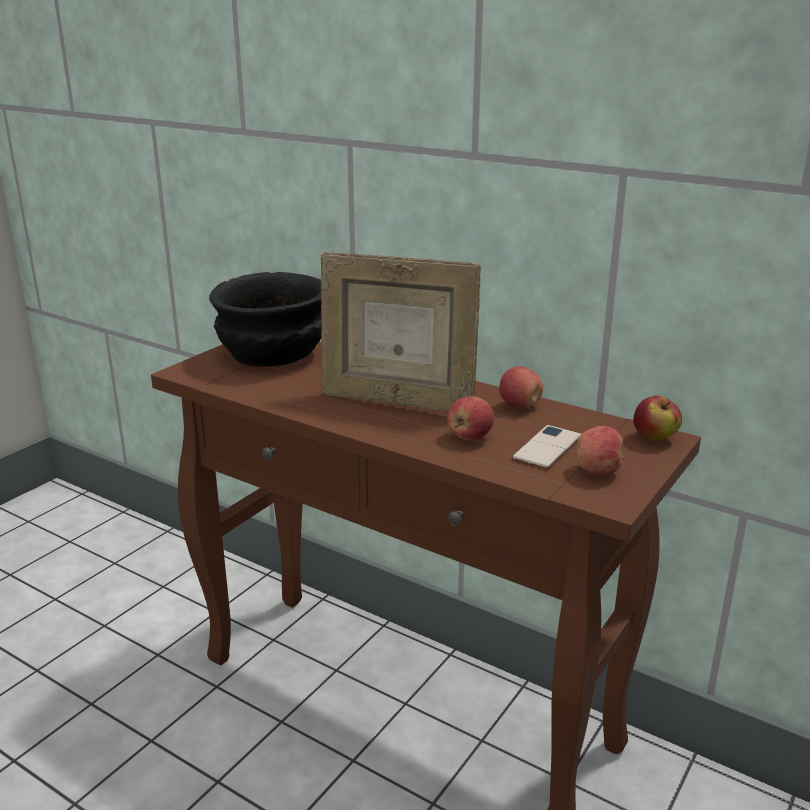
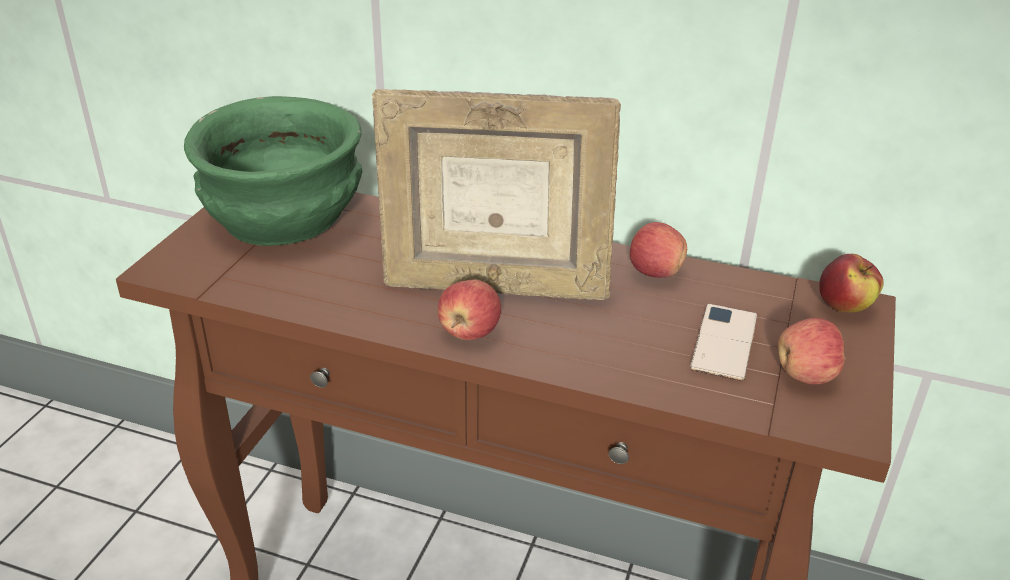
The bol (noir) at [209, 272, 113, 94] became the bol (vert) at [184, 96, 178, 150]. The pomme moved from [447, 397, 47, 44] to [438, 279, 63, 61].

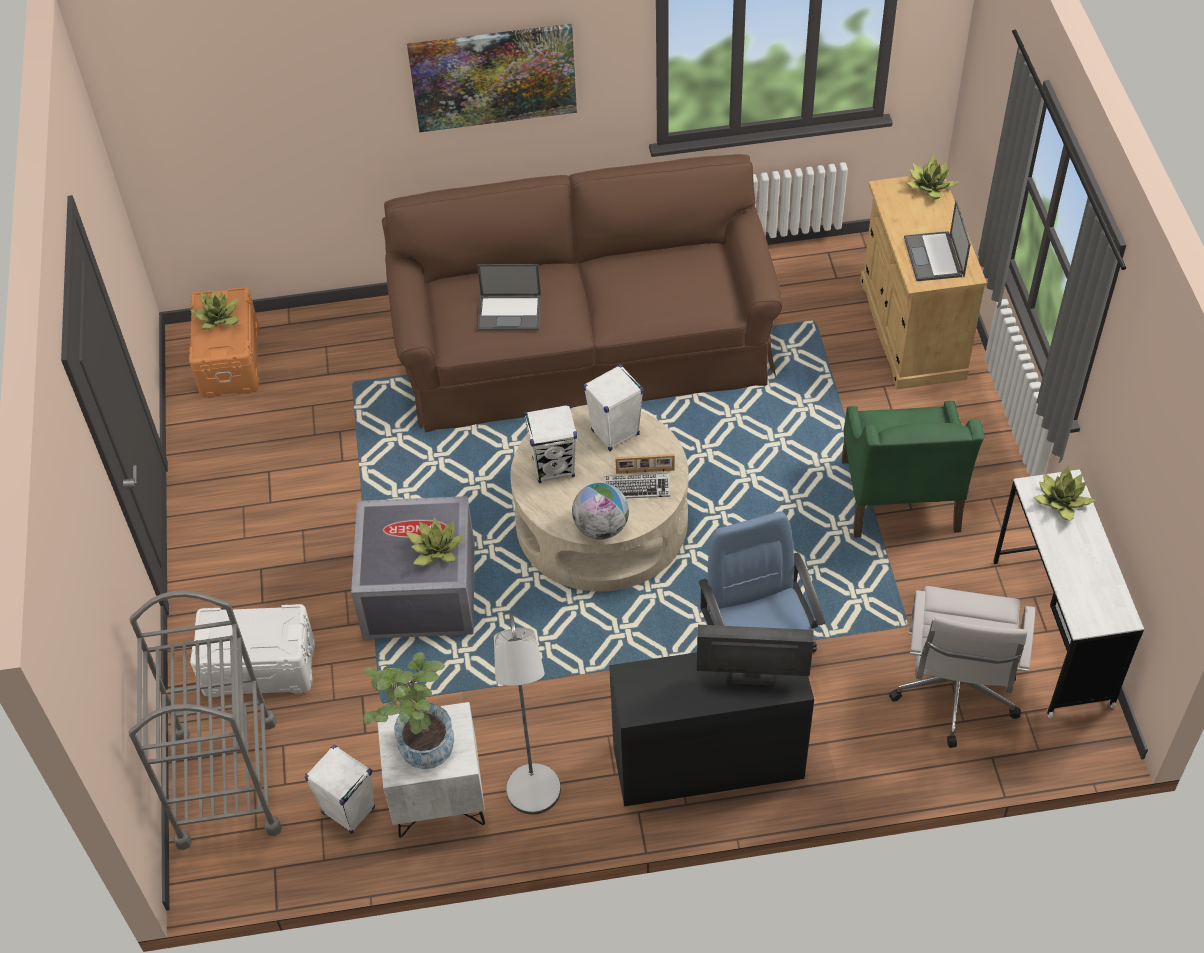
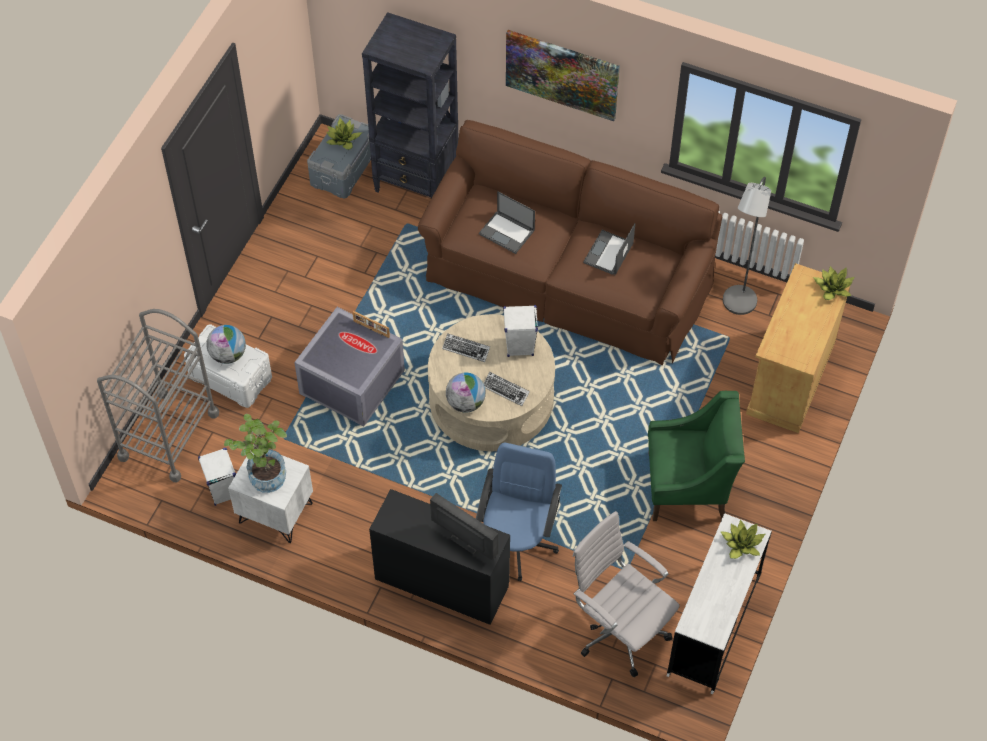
The globe at [206, 325, 40, 39] appeared. The boîte de rangement (orange) at [189, 287, 71, 111] became the boîte de rangement (gris) at [307, 114, 64, 84]. The cadre photo moved from [615, 454, 60, 20] to [353, 311, 37, 27]. The bibliothèque (noir) at [362, 12, 97, 186] appeared. The enceinte (blanc) at [524, 404, 53, 79] was replaced by the clavier at [442, 333, 48, 29]. The chaise de bureau (blanc) at [889, 586, 146, 162] turned 90 degrees clockwise. The ordinateur portable moved from [904, 200, 67, 81] to [583, 223, 52, 53]. The fauteuil (vert) at [841, 401, 144, 137] turned 120 degrees counterclockwise. The lampadaire (gris) moved from [494, 614, 67, 201] to [723, 177, 48, 138]. The plante en pot at [406, 517, 59, 49] disappeared.

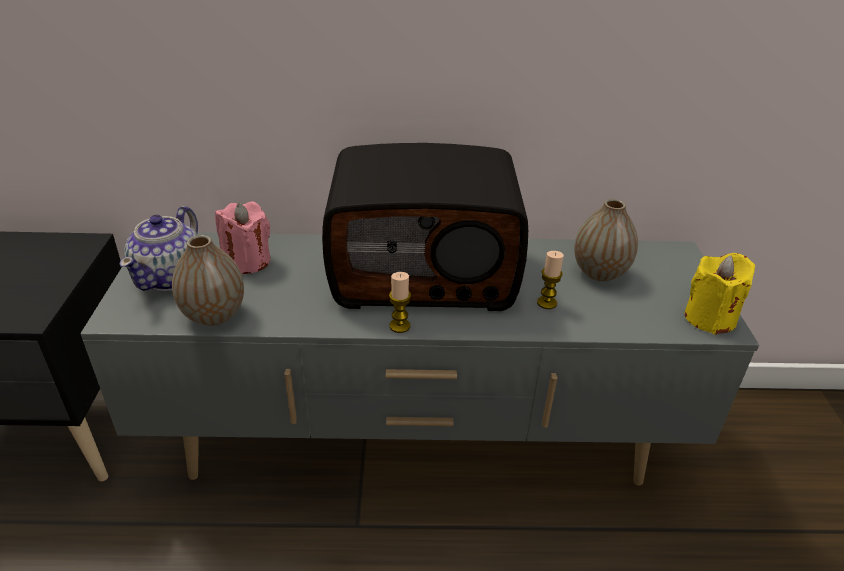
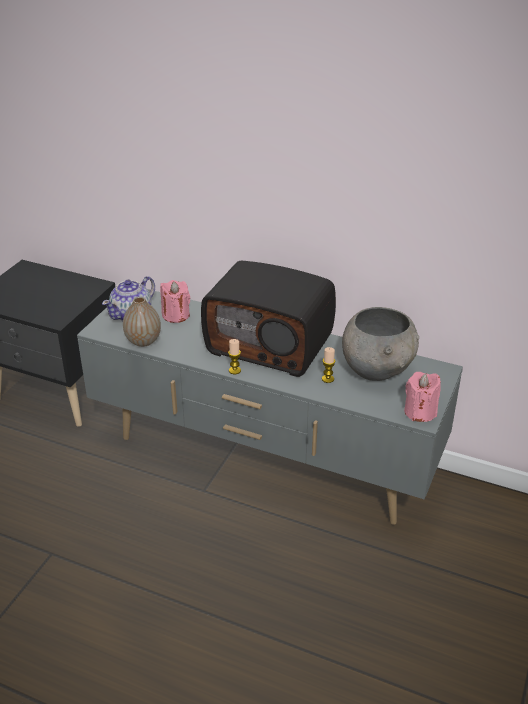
The vase at [574, 199, 64, 82] was replaced by the bol (gris) at [342, 307, 77, 74]. The bougie (jaune) at [685, 253, 70, 82] became the bougie (rose) at [404, 372, 37, 50].

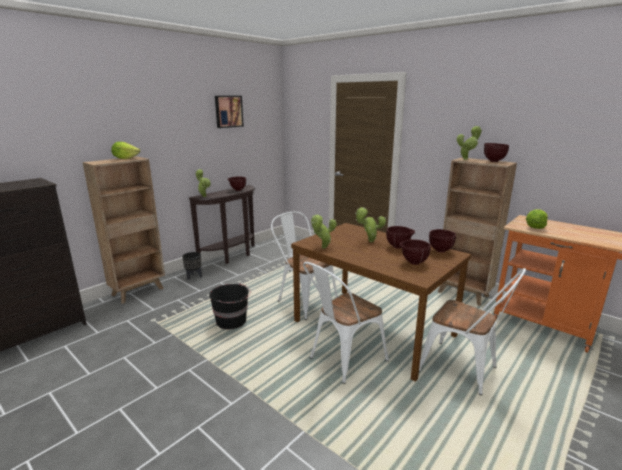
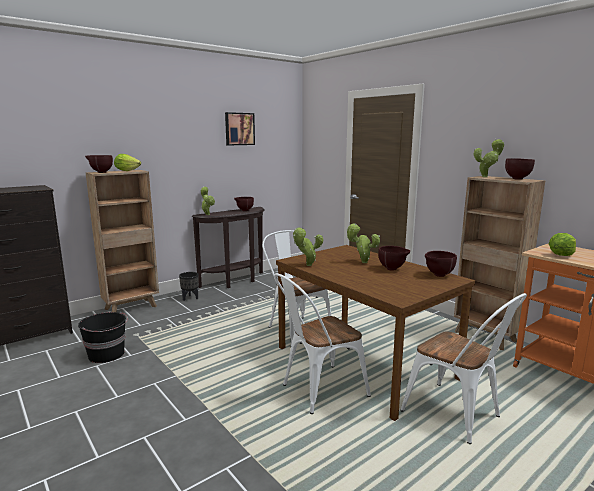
The seau (noir) moved from [209, 283, 42, 46] to [78, 312, 50, 51]. The bol (marron) moved from [400, 239, 31, 26] to [85, 155, 28, 18].

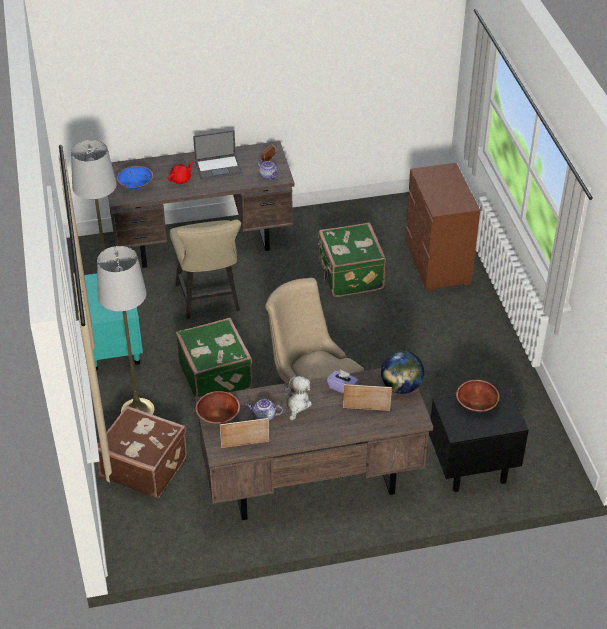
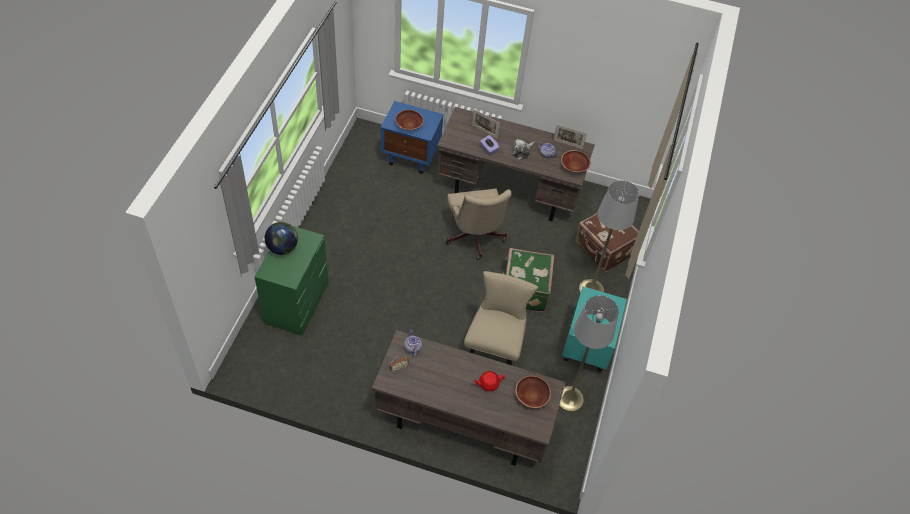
The commode (marron) at [405, 163, 75, 128] became the commode (vert) at [255, 226, 74, 110]. The globe moved from [381, 351, 43, 43] to [265, 222, 33, 33]. The table de chevet (noir) at [429, 386, 100, 106] became the table de chevet (bleu) at [381, 101, 63, 73]. The bol (bleu) at [117, 166, 36, 24] became the bol (marron) at [515, 375, 36, 33]. The ordinateur portable at [193, 130, 49, 50] disappeared. The valise (vert) at [318, 222, 68, 75] disappeared.

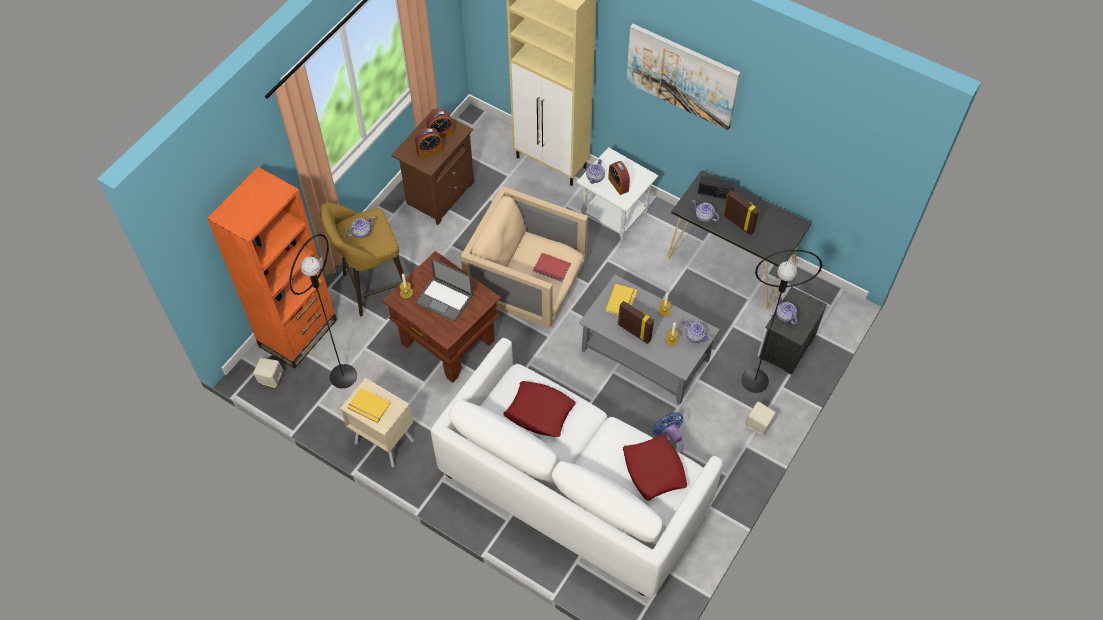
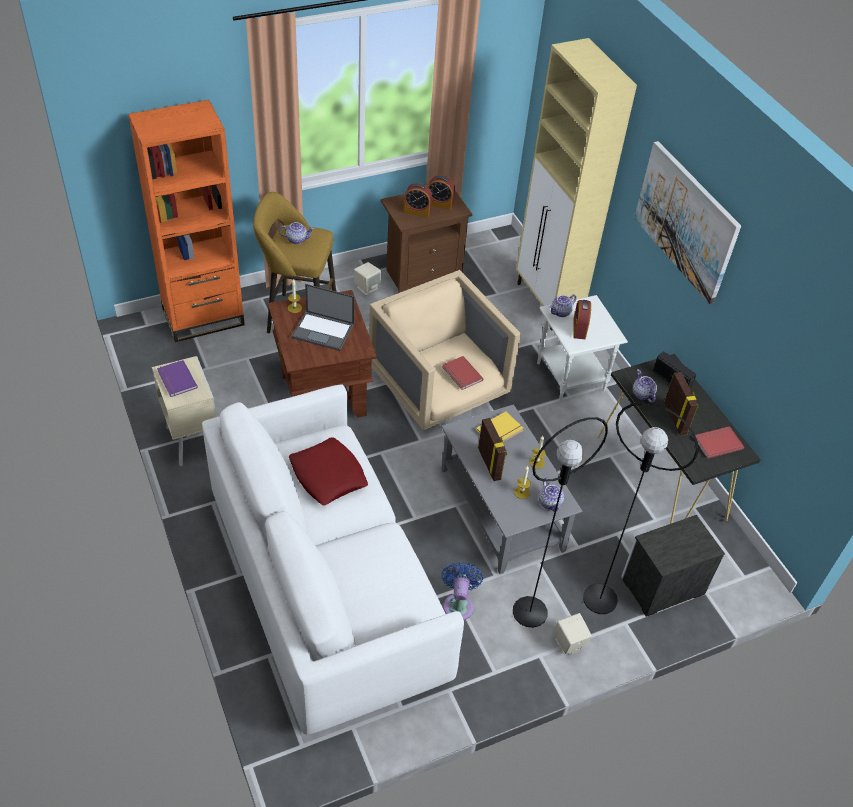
The livre (jaune) at [348, 388, 43, 35] became the livre (violet) at [157, 360, 41, 37]. The ordinateur portable at [415, 258, 58, 64] turned 45 degrees counterclockwise. The enceinte (beige) moved from [253, 358, 30, 30] to [354, 262, 27, 33]. The lampadaire (noir) moved from [290, 234, 67, 154] to [513, 417, 95, 211]. The livre (rouge) at [695, 426, 49, 33] appeared. The coussin (rouge) at [623, 434, 64, 67] disappeared. The théière at [777, 296, 20, 29] disappeared.

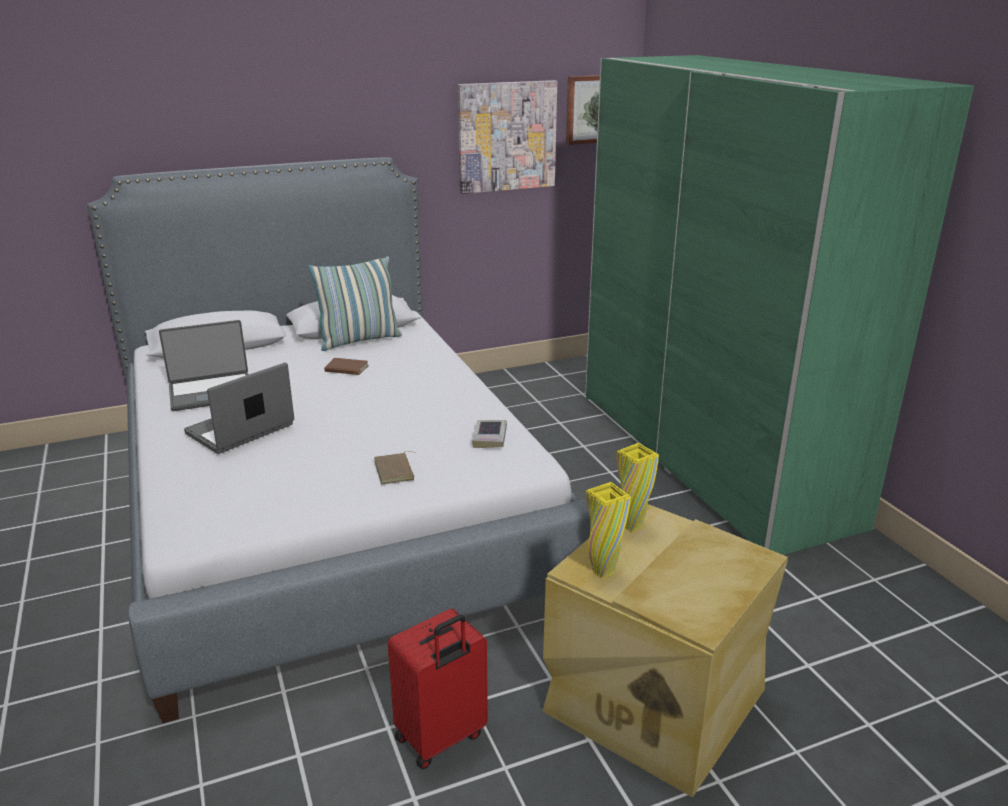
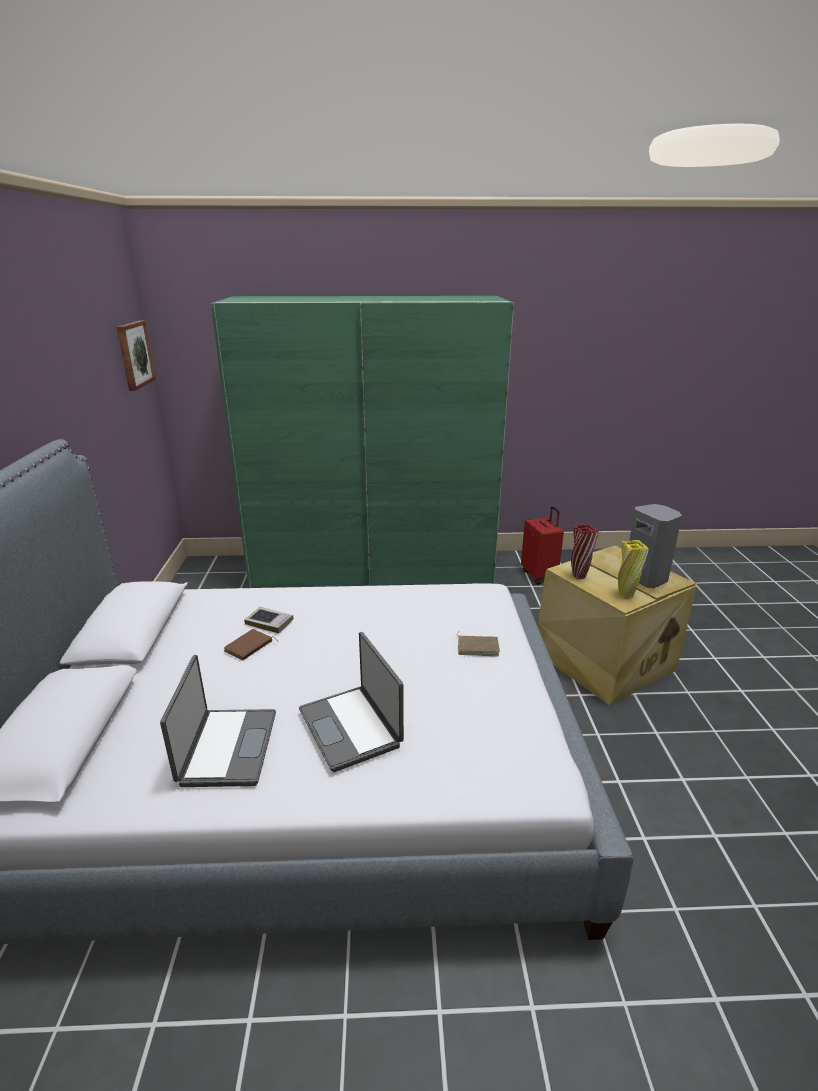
The livre moved from [472, 420, 35, 28] to [244, 607, 50, 26]. The valise (rouge) moved from [388, 609, 100, 160] to [521, 506, 43, 79]. The vase (jaune) at [616, 443, 43, 90] became the vase (rouge) at [571, 524, 28, 55]. The enceinte (gris) at [629, 504, 53, 84] appeared. The coussin at [308, 256, 94, 95] disappeared. The tableau at [458, 80, 99, 114] disappeared.

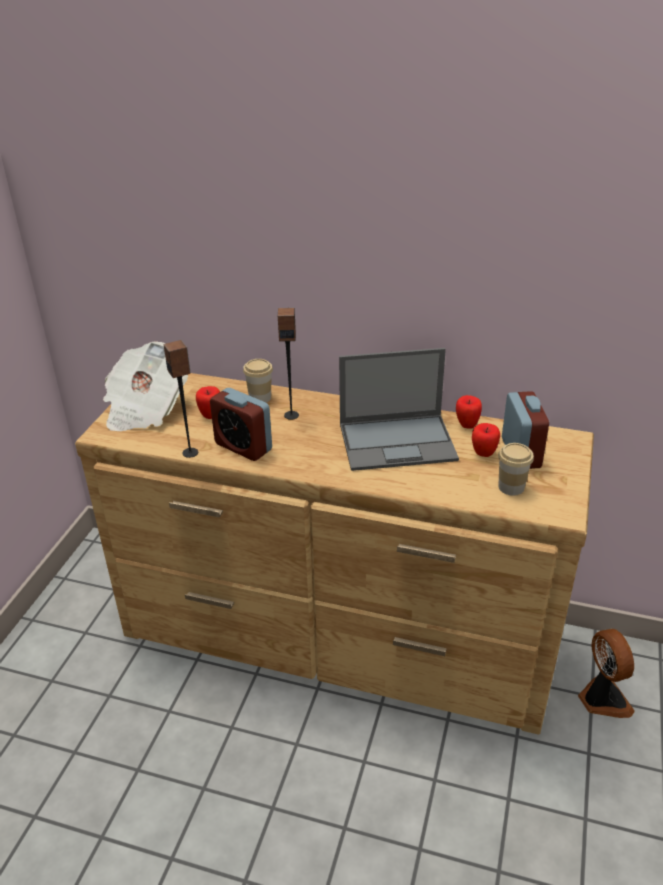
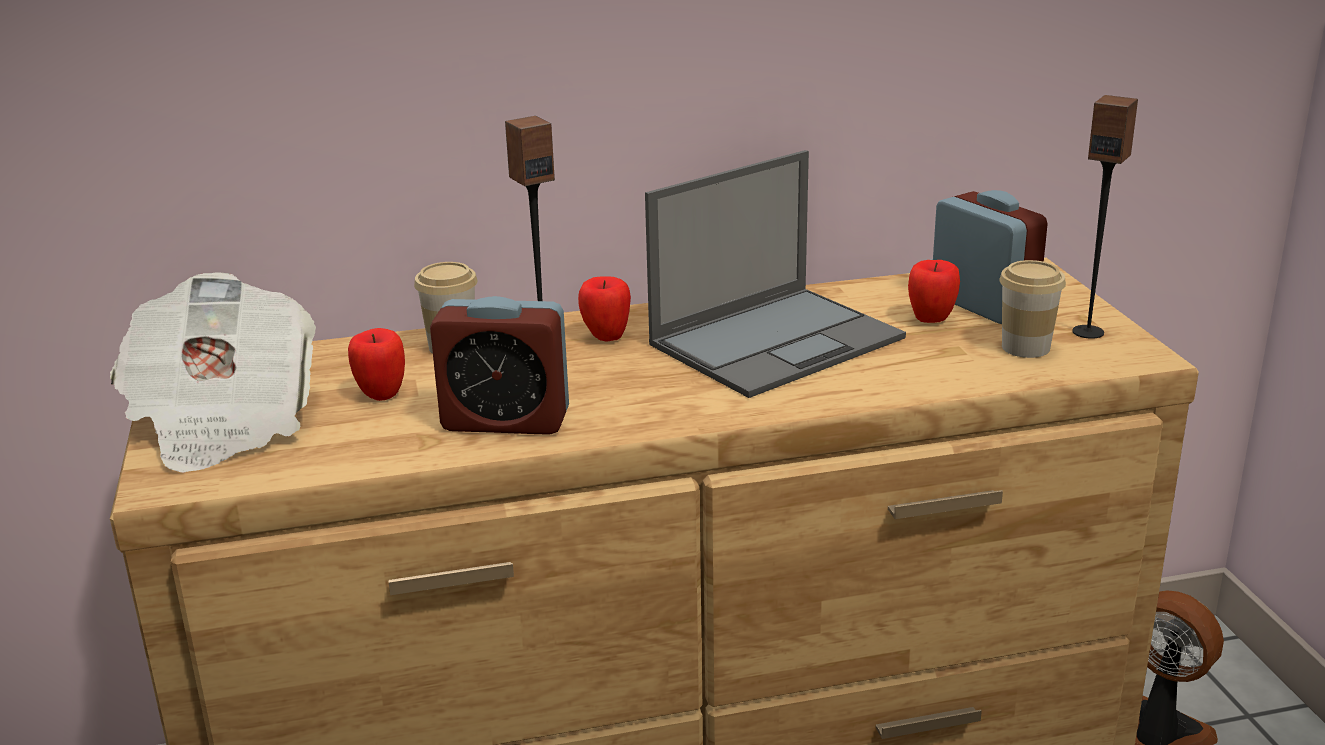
The pomme moved from [456, 395, 26, 34] to [578, 276, 53, 66]. The enceinte moved from [164, 340, 34, 118] to [1072, 95, 66, 244].

